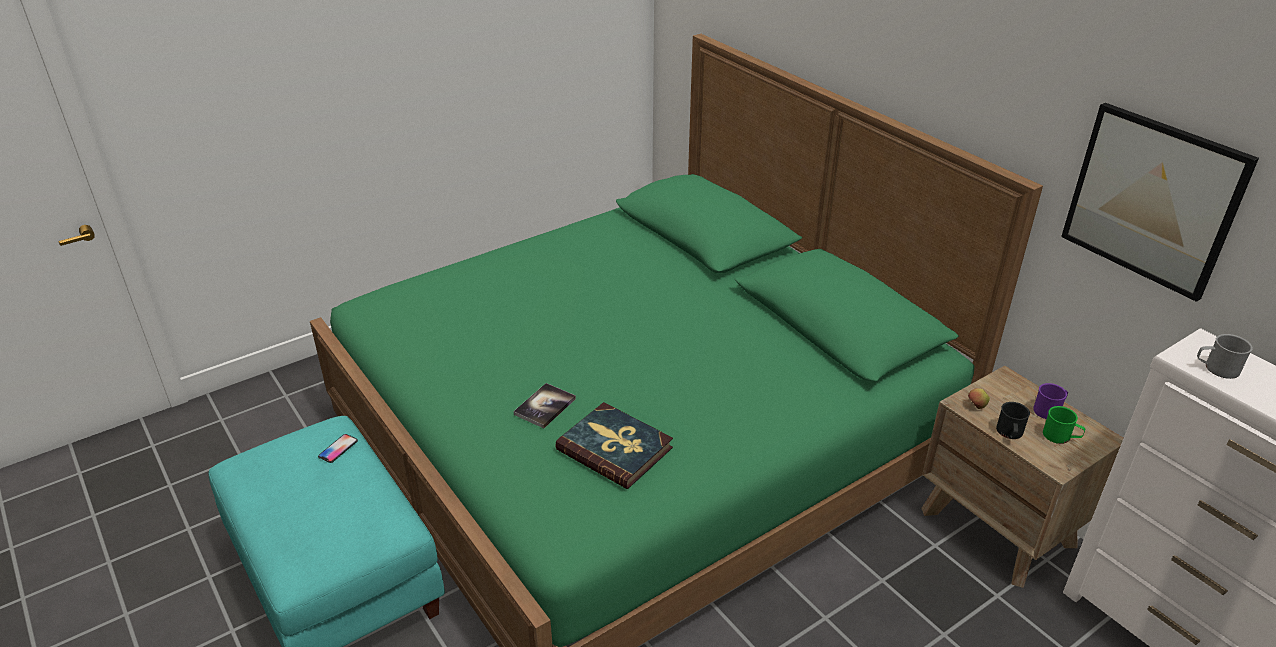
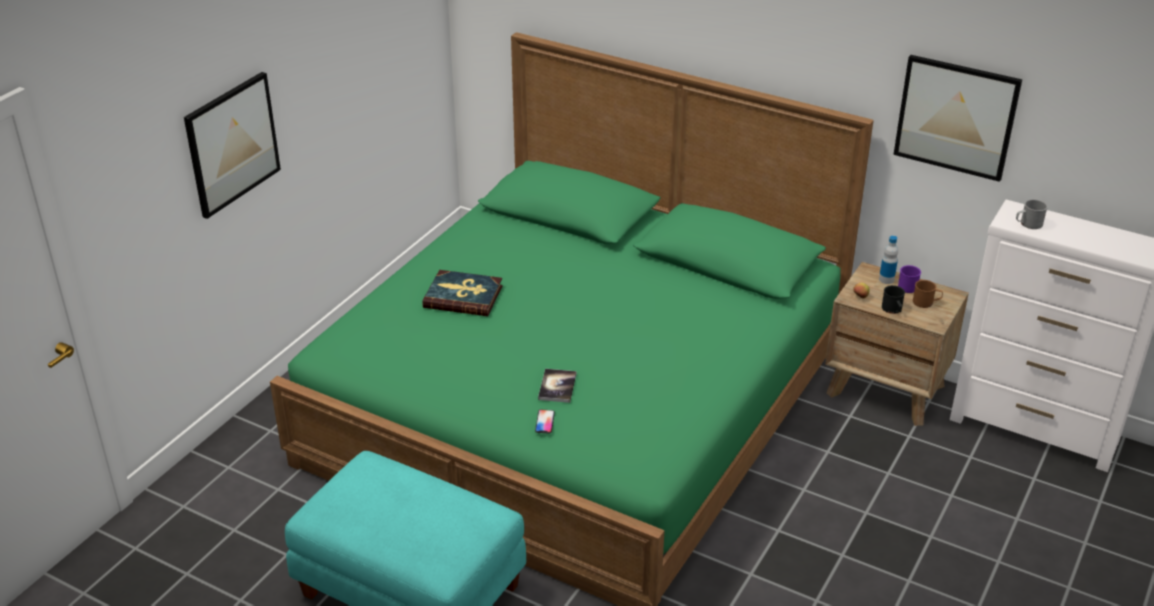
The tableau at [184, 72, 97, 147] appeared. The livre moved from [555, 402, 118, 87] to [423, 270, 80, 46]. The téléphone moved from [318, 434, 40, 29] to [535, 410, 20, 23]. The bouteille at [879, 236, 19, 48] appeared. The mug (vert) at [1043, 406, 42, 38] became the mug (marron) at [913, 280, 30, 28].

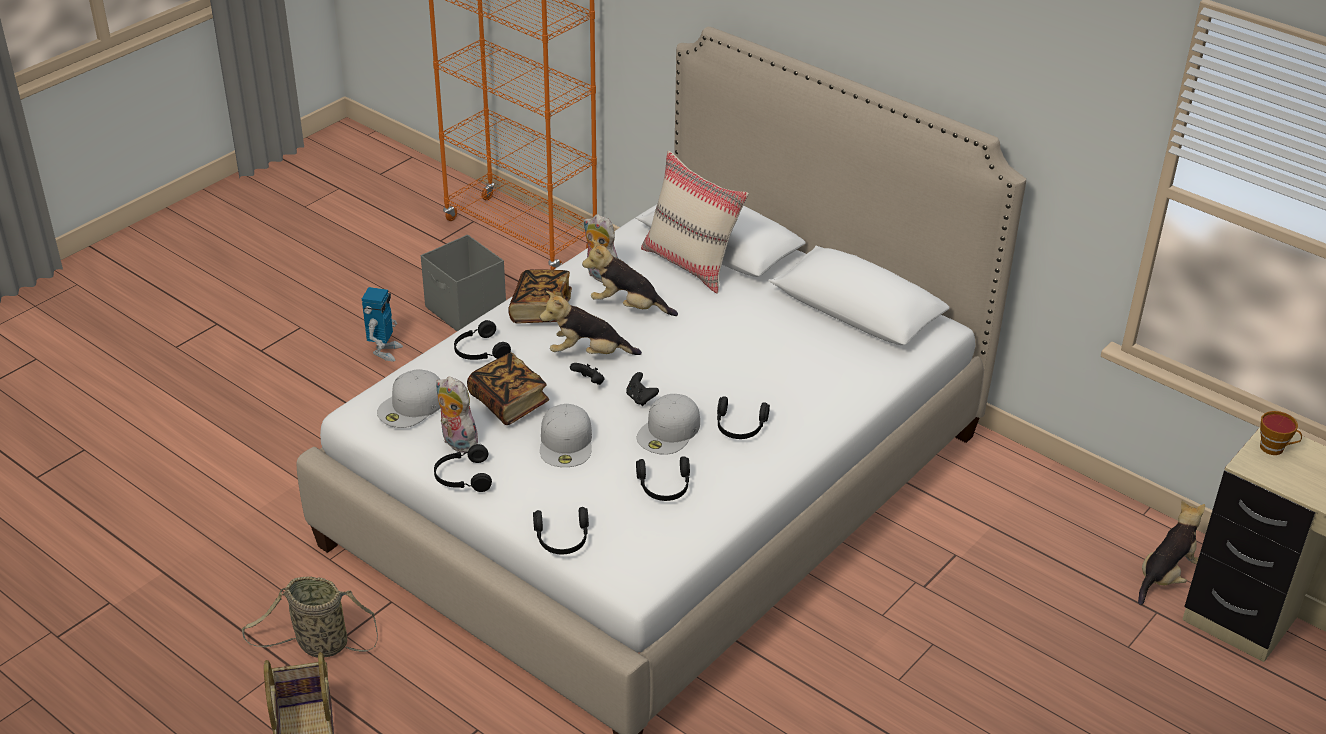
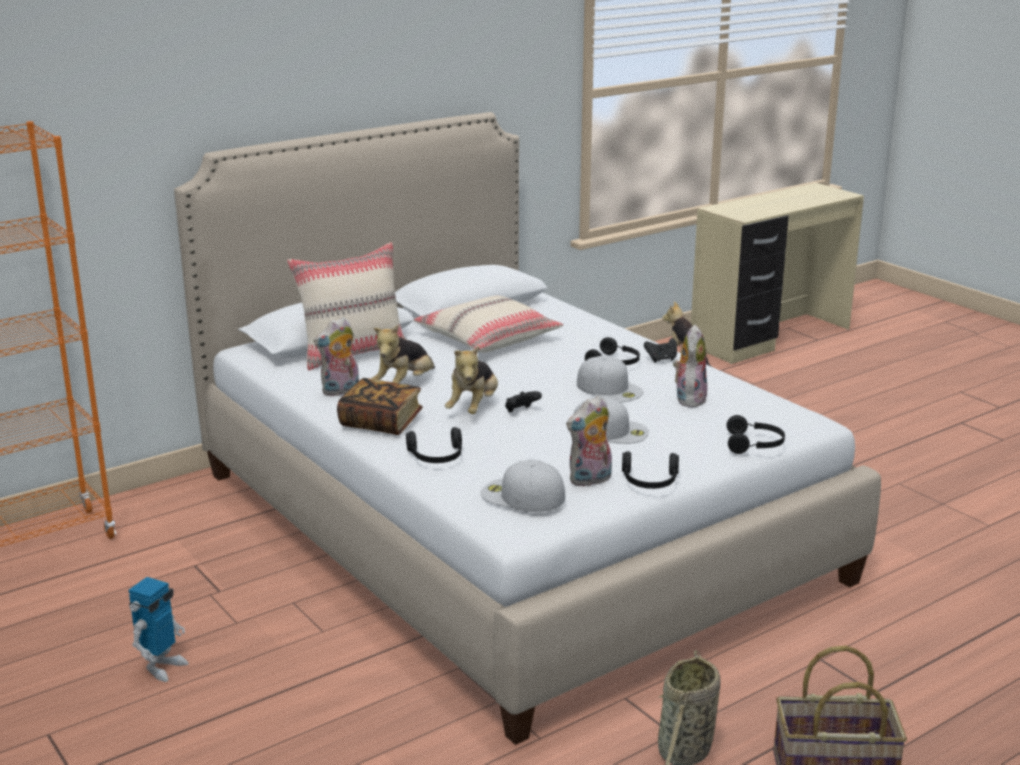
The robot jouet at [362, 287, 41, 75] turned 90 degrees clockwise. The coussin (beige) at [414, 296, 149, 57] appeared. The casquette (blanc) at [377, 369, 64, 59] turned 150 degrees clockwise. The manette (noir) moved from [626, 372, 33, 34] to [644, 338, 33, 25]. The casque audio (noir) at [636, 456, 54, 45] was replaced by the peluche at [673, 325, 34, 83]. The boîte de rangement (gris) at [421, 235, 85, 96] disappeared. The livre at [467, 353, 82, 72] disappeared. The tasse at [1260, 411, 42, 44] disappeared.

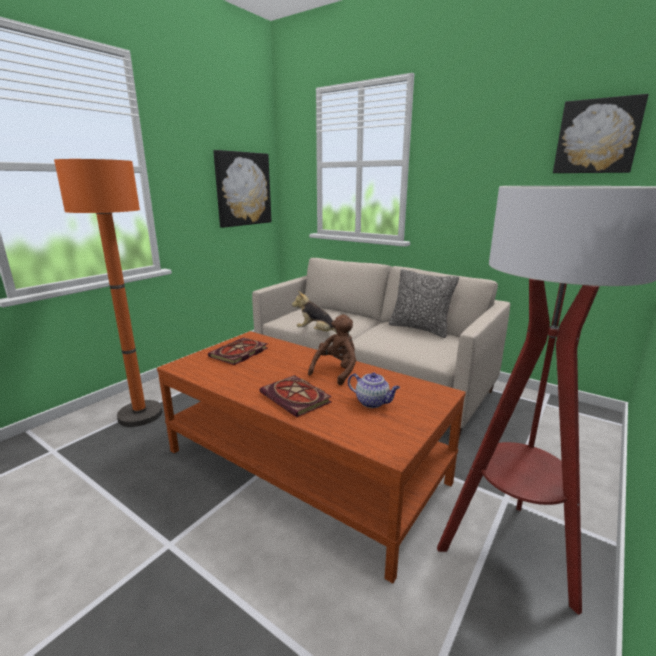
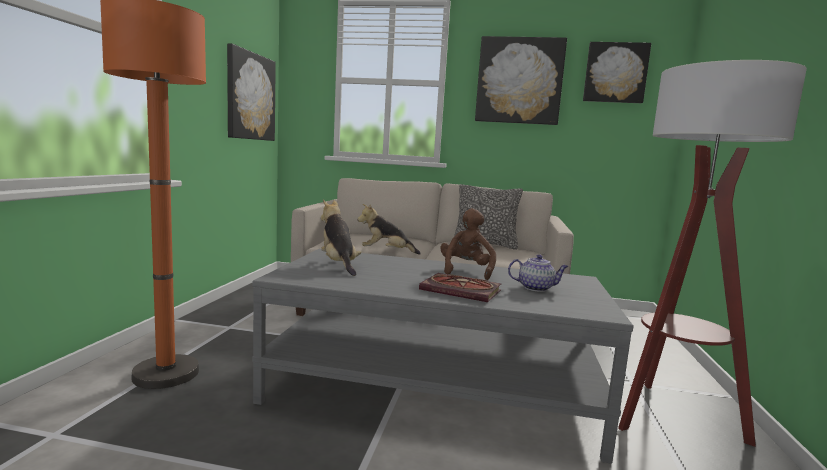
The table basse (marron) at [157, 331, 309, 253] became the table basse (gris) at [252, 249, 382, 215]. The livre at [208, 337, 60, 28] was replaced by the peluche at [321, 200, 40, 76]. The tableau at [475, 36, 92, 89] appeared.

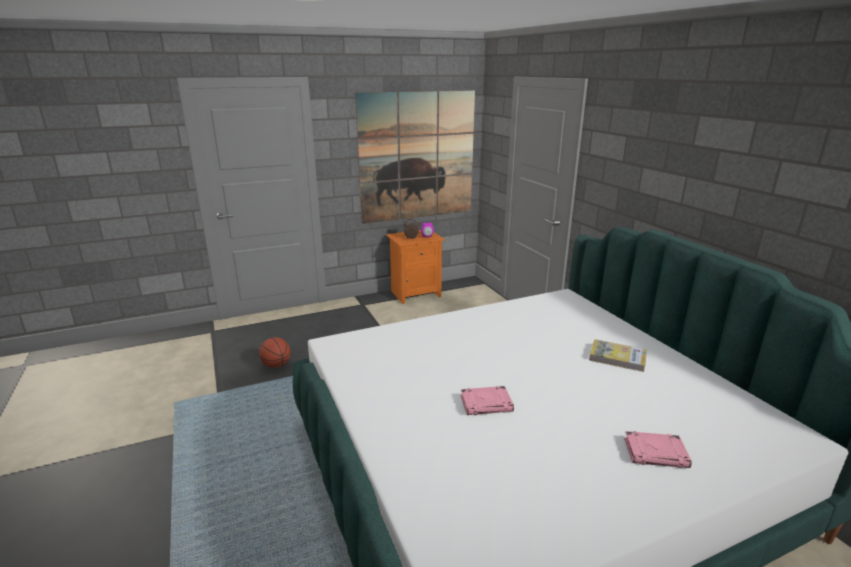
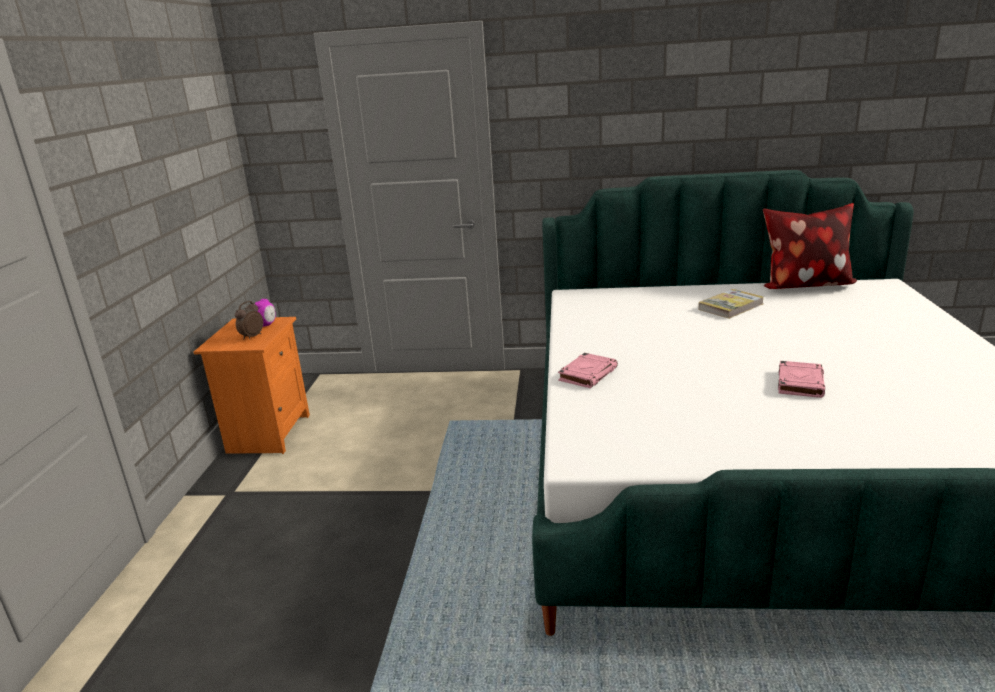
The livre (rose) moved from [624, 431, 68, 37] to [558, 353, 60, 35]. The coussin at [763, 203, 94, 86] appeared. The ballon de basket at [259, 337, 31, 31] disappeared. The tableau at [355, 90, 120, 134] disappeared.

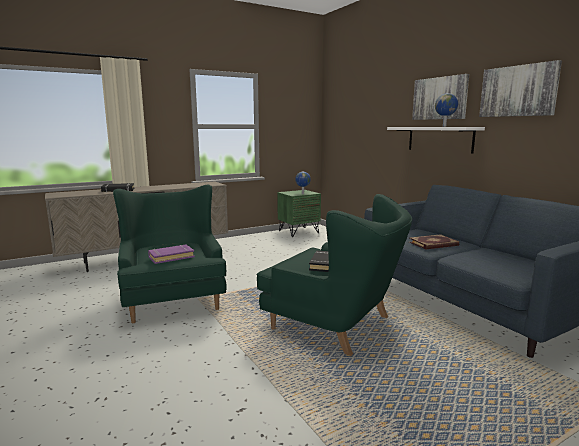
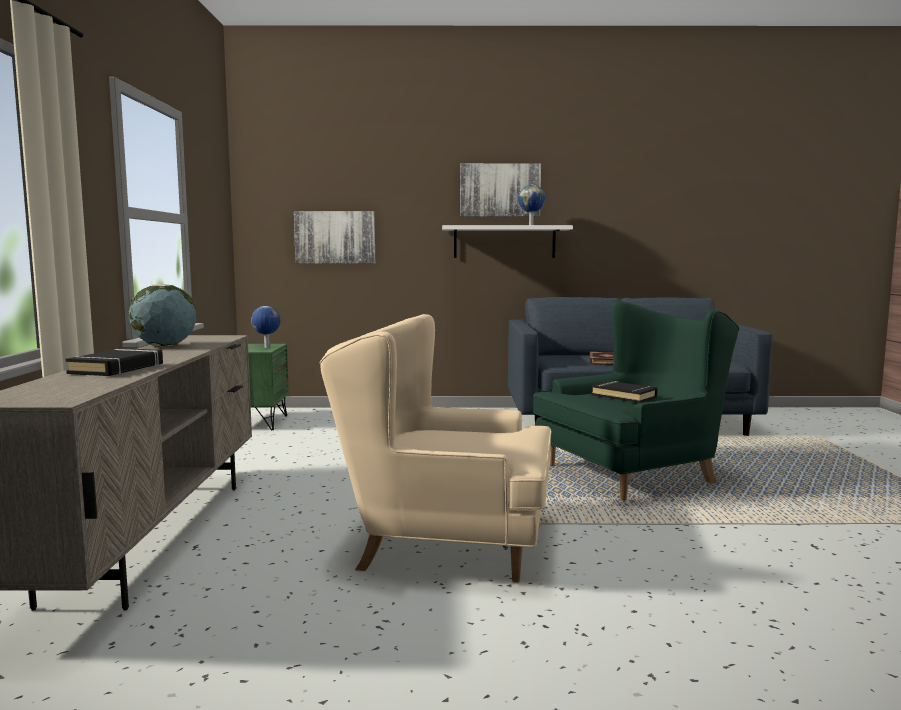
The globe at [128, 284, 69, 63] appeared. The tableau moved from [479, 60, 83, 57] to [294, 211, 81, 53]. The fauteuil (vert) at [113, 184, 114, 139] became the fauteuil (beige) at [320, 314, 231, 269]. The livre (violet) at [148, 244, 46, 20] disappeared.

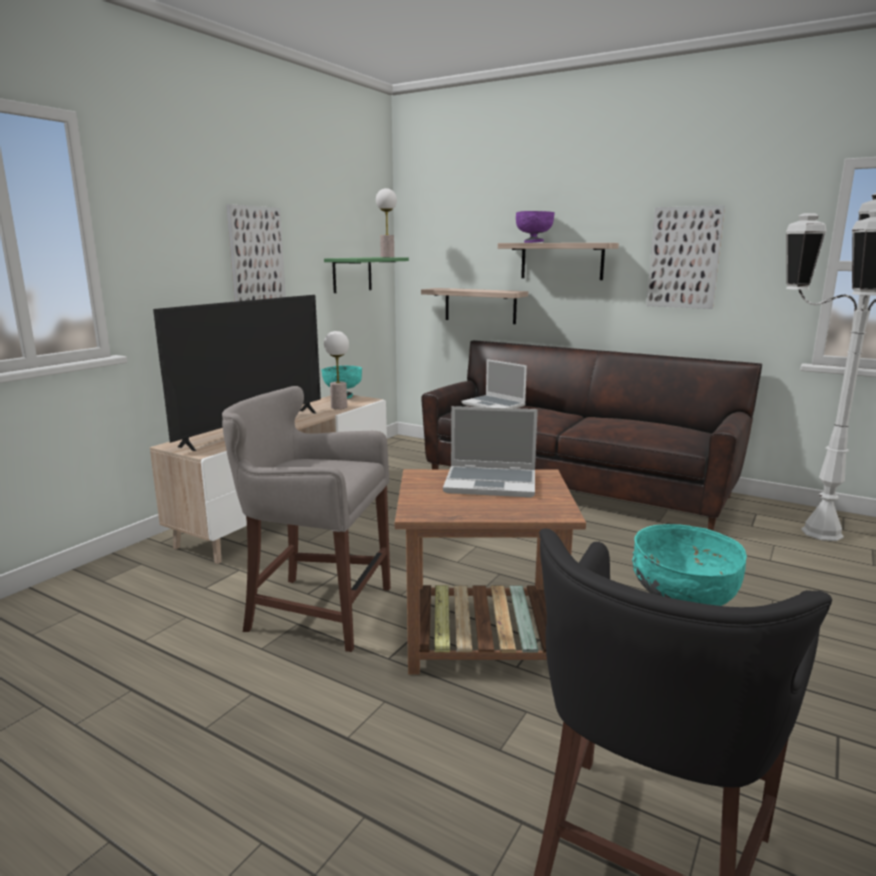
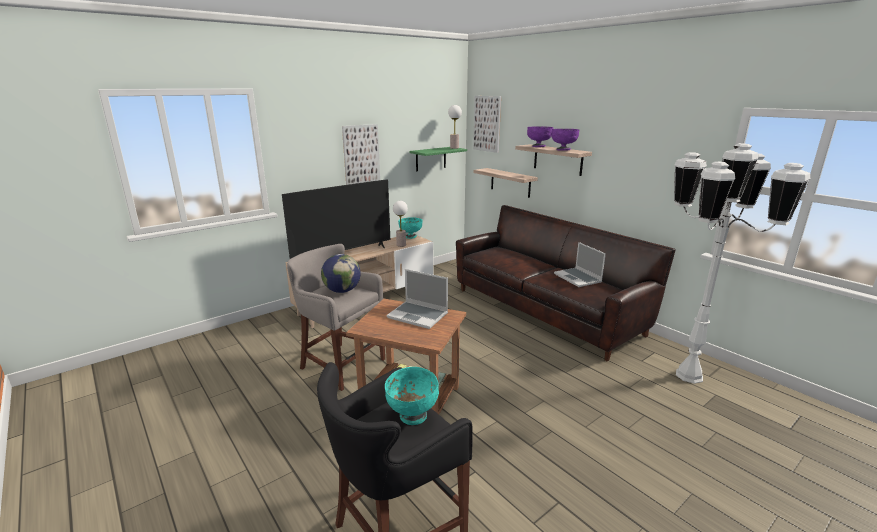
The globe at [321, 254, 40, 39] appeared. The tableau moved from [646, 205, 79, 104] to [473, 96, 28, 57]. The bol (violet) at [552, 129, 27, 22] appeared. The ordinateur portable moved from [462, 359, 65, 49] to [554, 242, 52, 45].

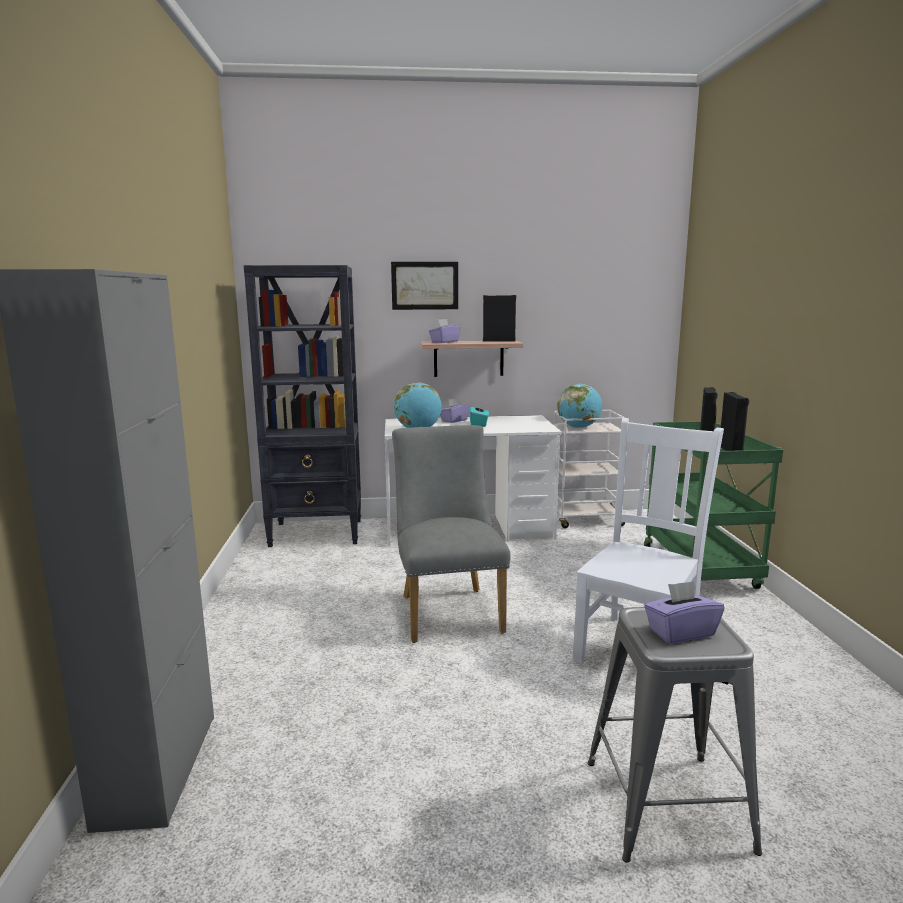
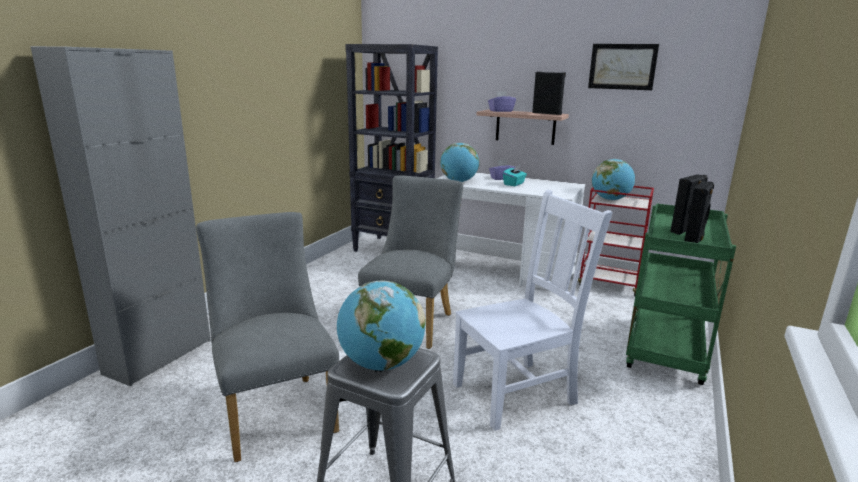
The chaise (gris) at [196, 212, 143, 250] appeared. The boîte à mouchoirs (violet) at [644, 581, 81, 63] was replaced by the globe at [337, 280, 89, 91]. The chariot (blanc) at [554, 410, 71, 118] became the chariot (rouge) at [578, 186, 76, 110]. The tableau moved from [391, 262, 67, 48] to [588, 44, 71, 46].

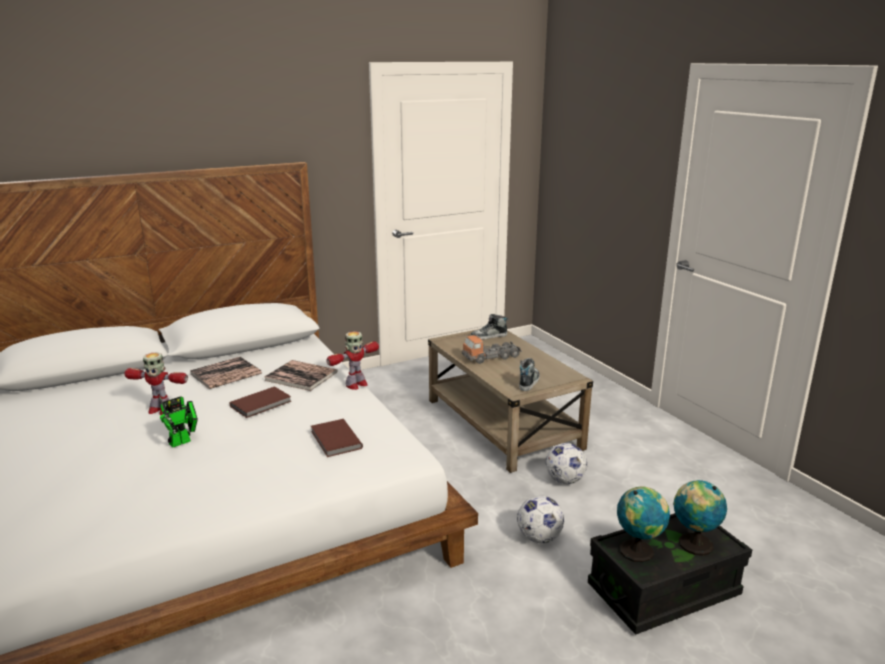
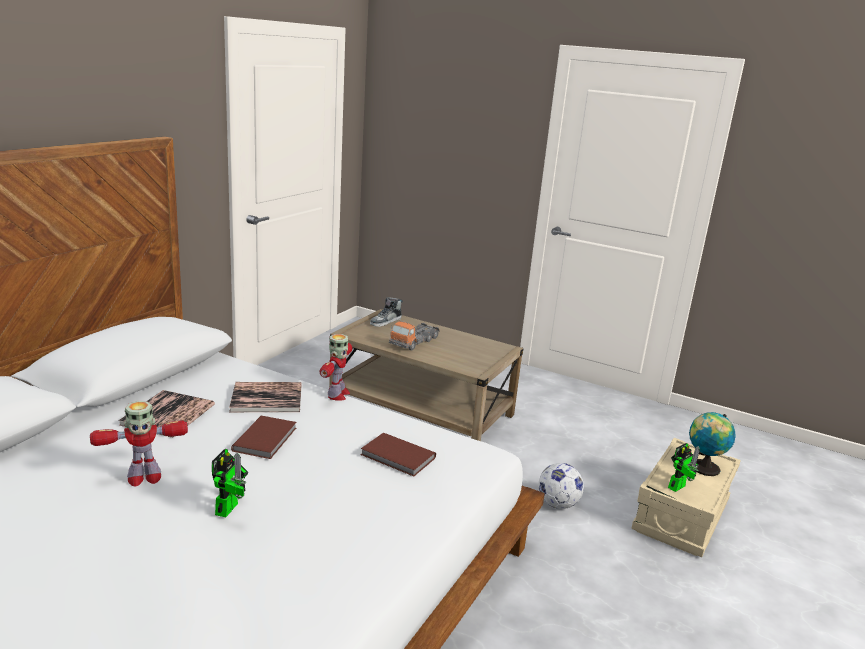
The boîte de rangement (noir) at [588, 513, 164, 122] became the boîte de rangement (beige) at [632, 438, 109, 119]. The globe at [617, 487, 53, 76] was replaced by the robot jouet at [668, 443, 32, 49]. The chaussure at [519, 358, 21, 33] disappeared. The ballon de foot at [546, 443, 41, 41] disappeared.

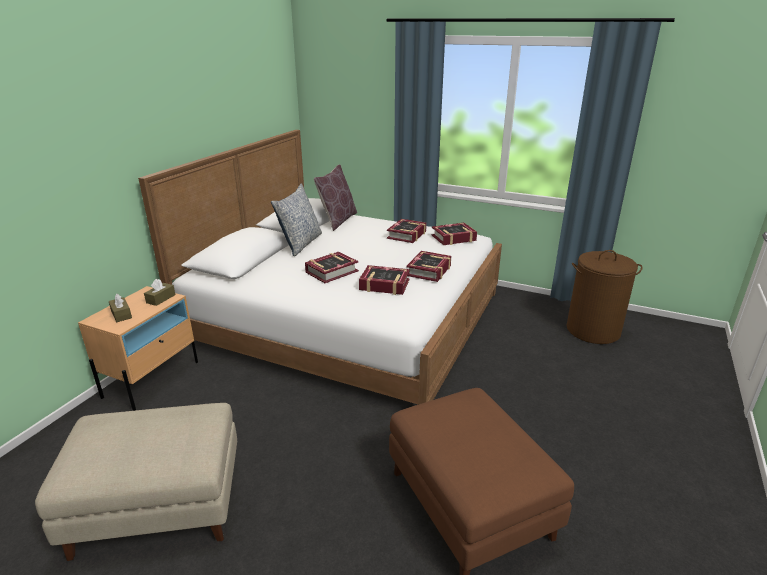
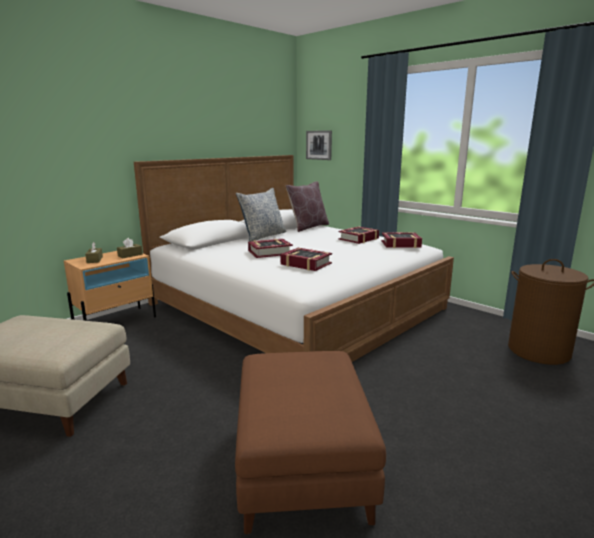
The tableau at [306, 130, 26, 30] appeared. The livre at [406, 251, 45, 31] disappeared.

